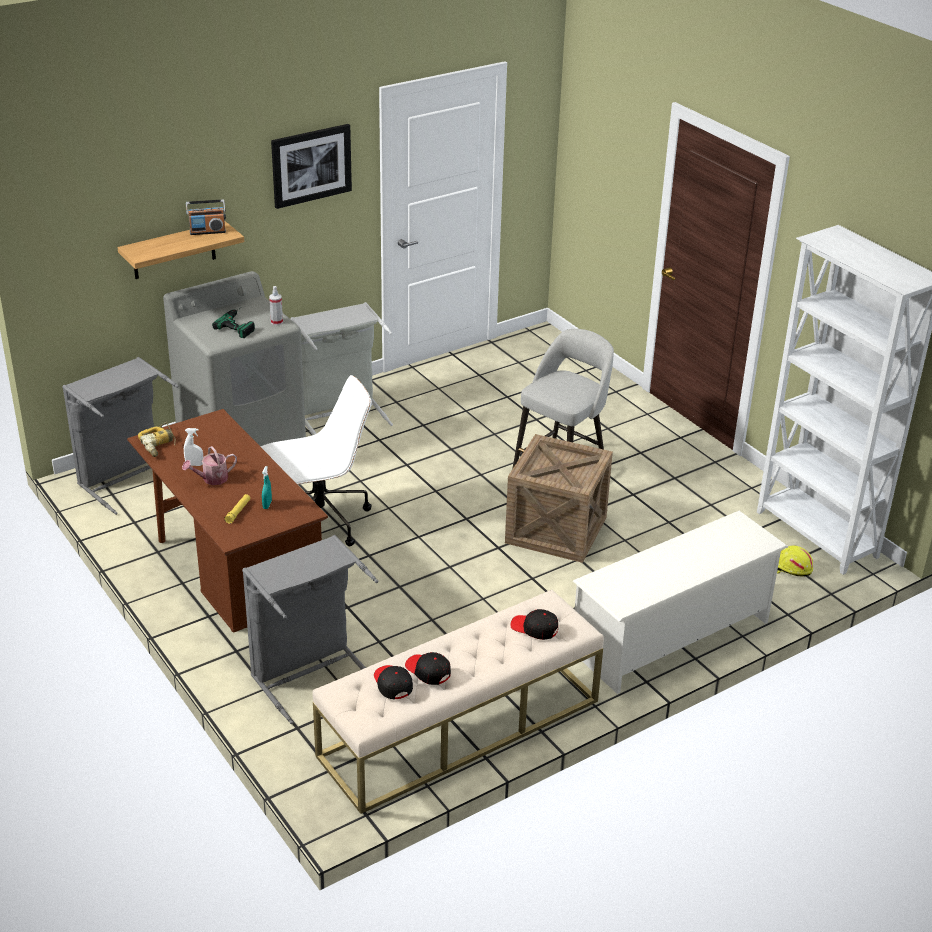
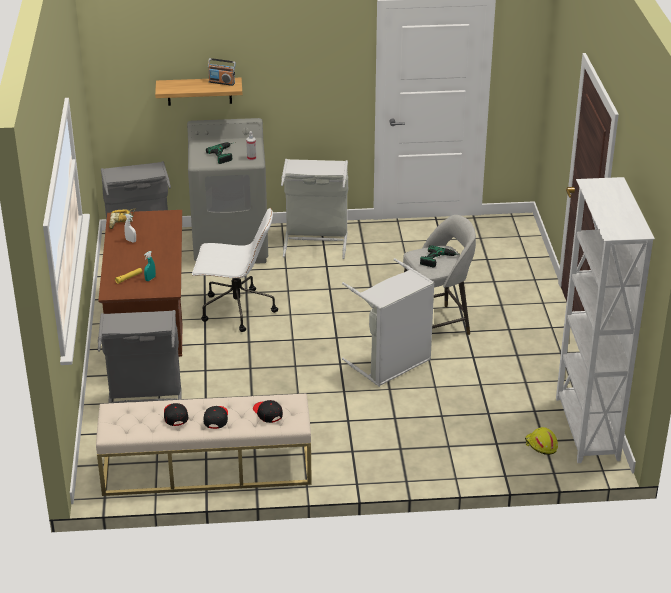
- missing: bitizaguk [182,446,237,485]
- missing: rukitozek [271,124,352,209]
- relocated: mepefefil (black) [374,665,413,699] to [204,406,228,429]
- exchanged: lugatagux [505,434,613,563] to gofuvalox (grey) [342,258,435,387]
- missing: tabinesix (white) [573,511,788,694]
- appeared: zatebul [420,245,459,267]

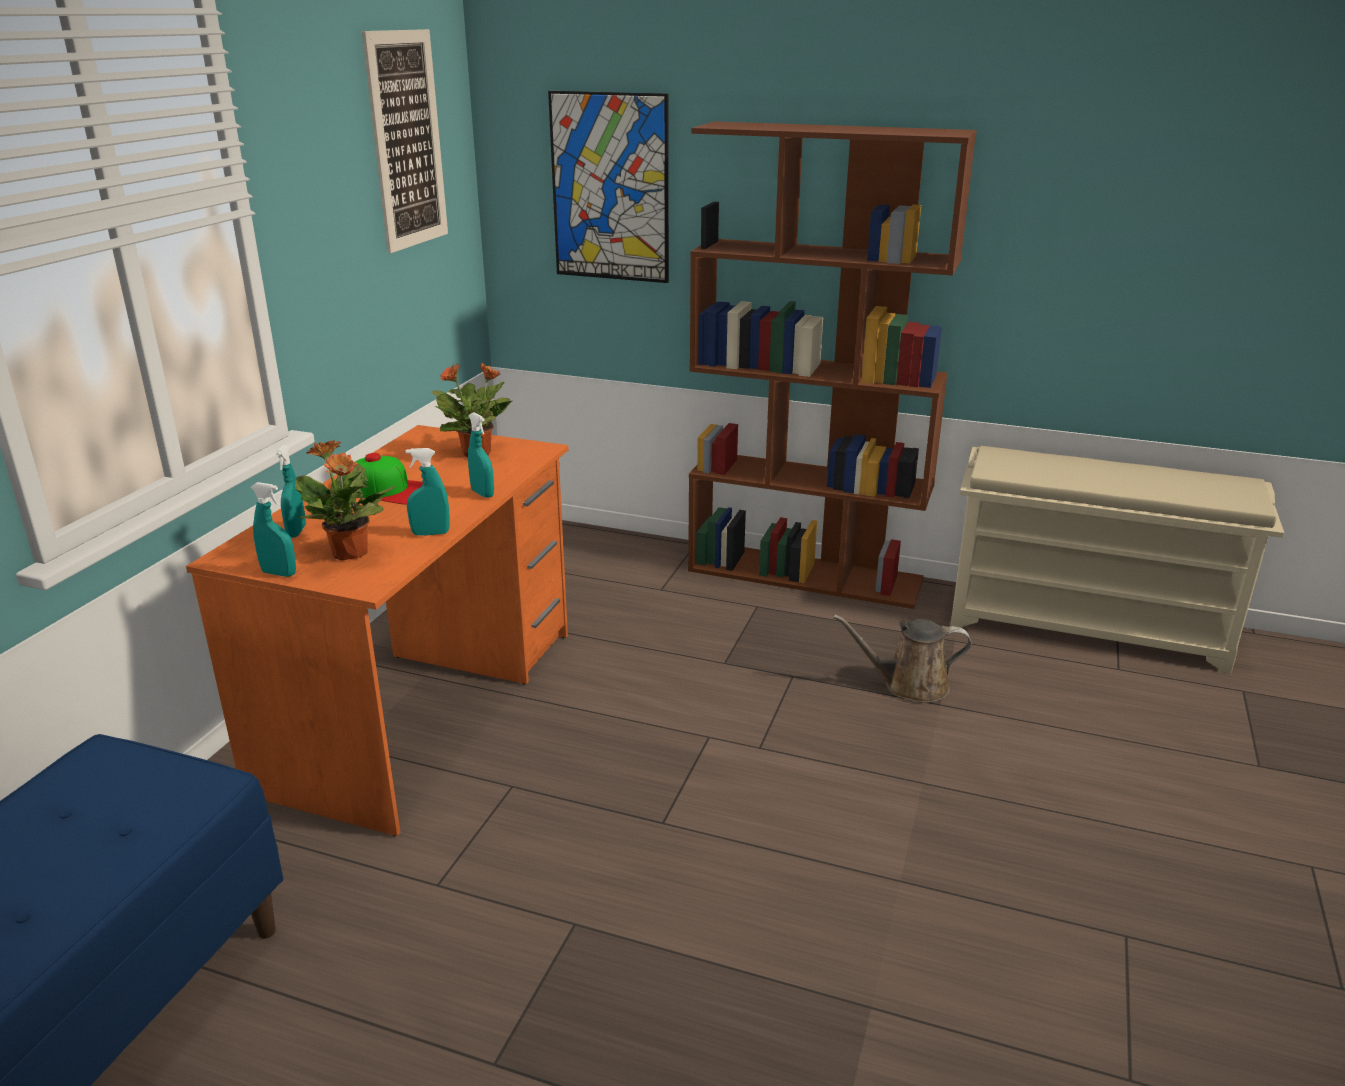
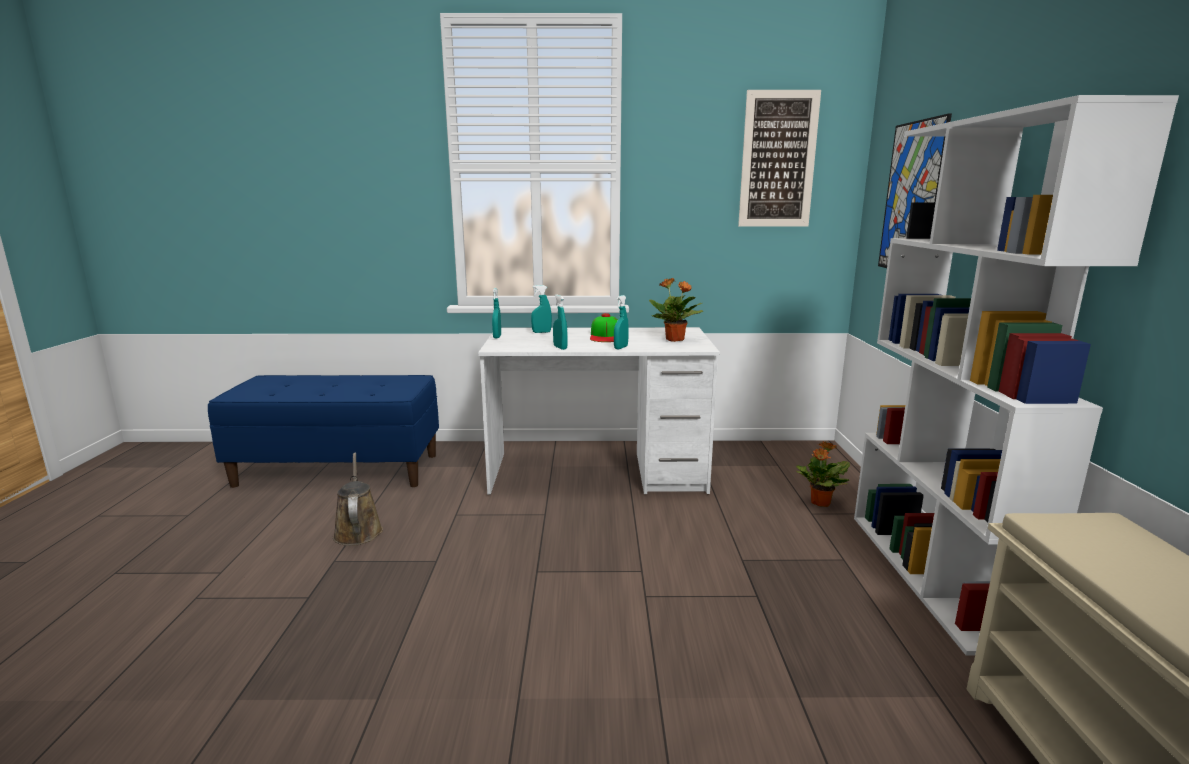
- colour: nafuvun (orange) [186,425,568,836] to nafuvun (white) [478,327,720,495]
- relocated: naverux [295,440,395,561] to [796,441,850,507]
- colour: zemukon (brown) [688,121,977,609] to zemukon (white) [854,95,1179,656]
- relocated: bitizaguk (brown) [833,614,971,703] to [333,453,383,546]

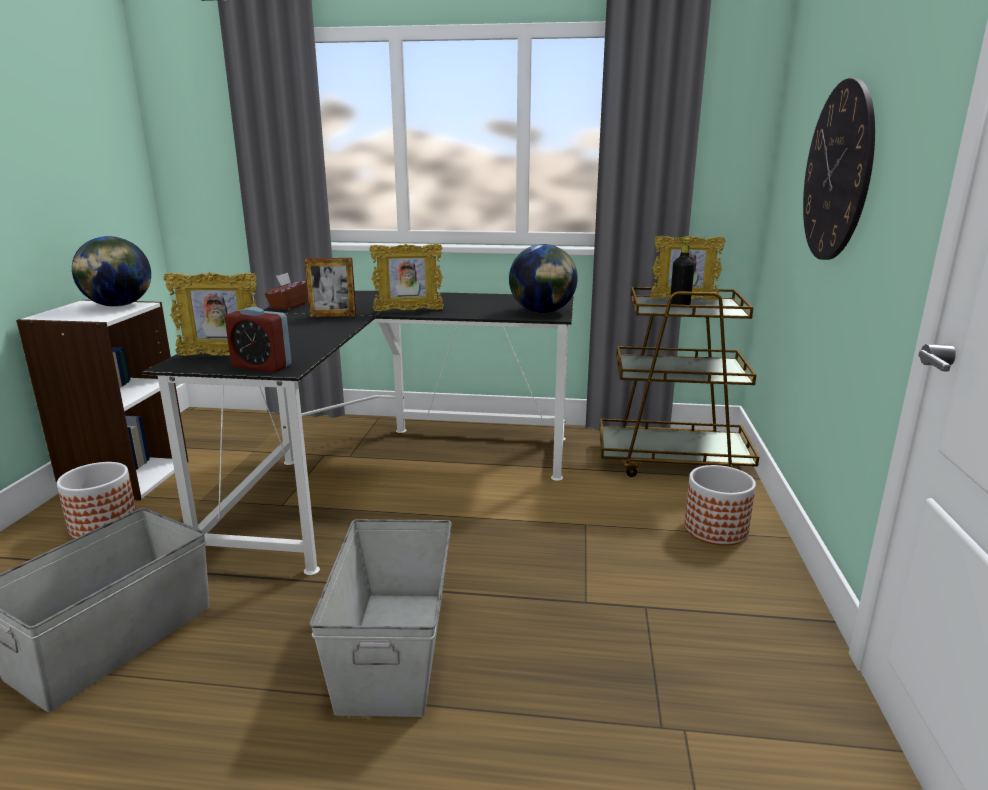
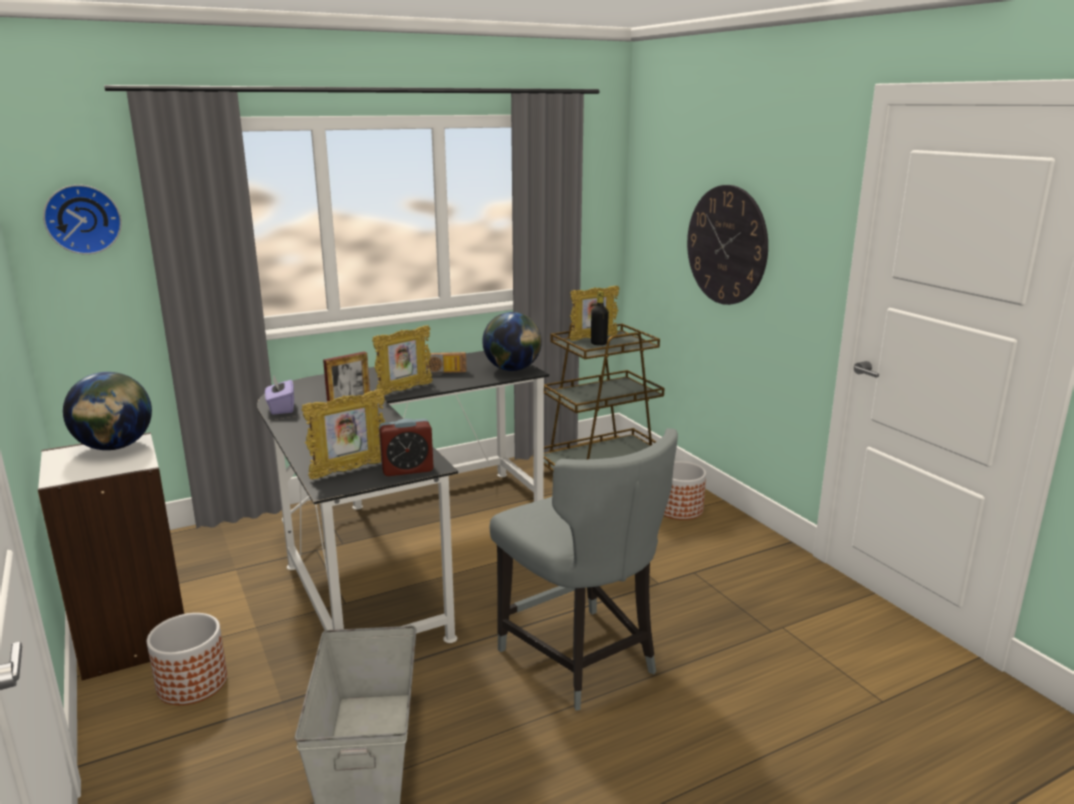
- colour: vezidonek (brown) [265,272,308,310] to vezidonek (purple) [265,376,294,415]
- exchanged: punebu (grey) [310,519,452,717] to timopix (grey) [490,428,678,711]
- appeared: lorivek [43,185,122,255]
- appeared: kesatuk [426,352,467,376]

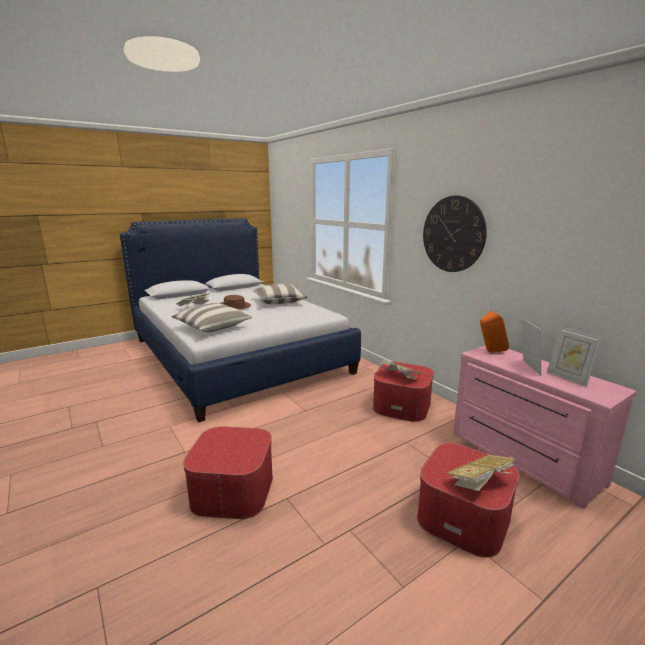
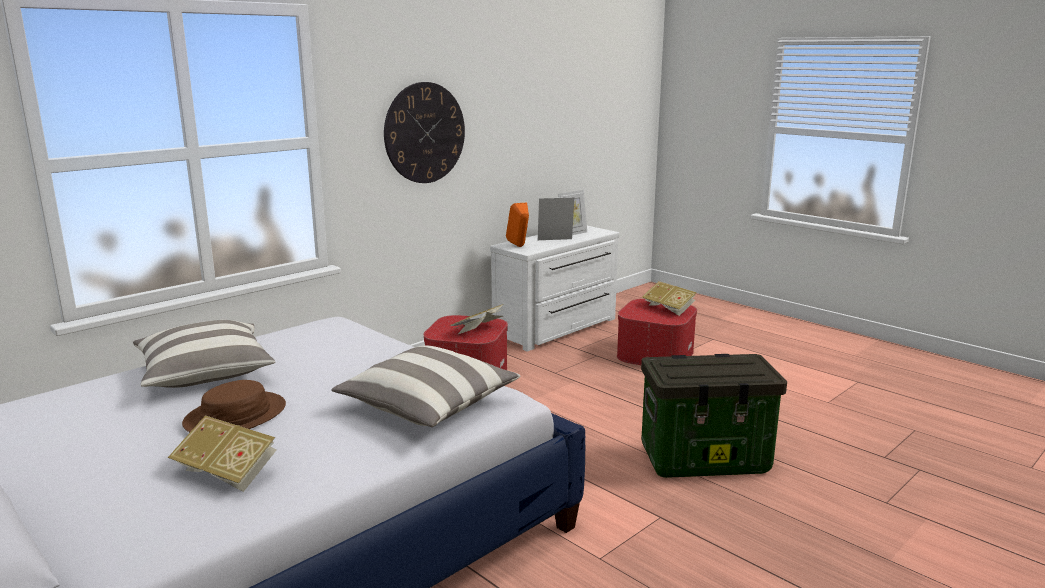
- exchanged: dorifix [183,426,273,519] to punebu [641,354,787,478]
- colour: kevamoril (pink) [453,346,637,509] to kevamoril (white) [490,226,619,351]

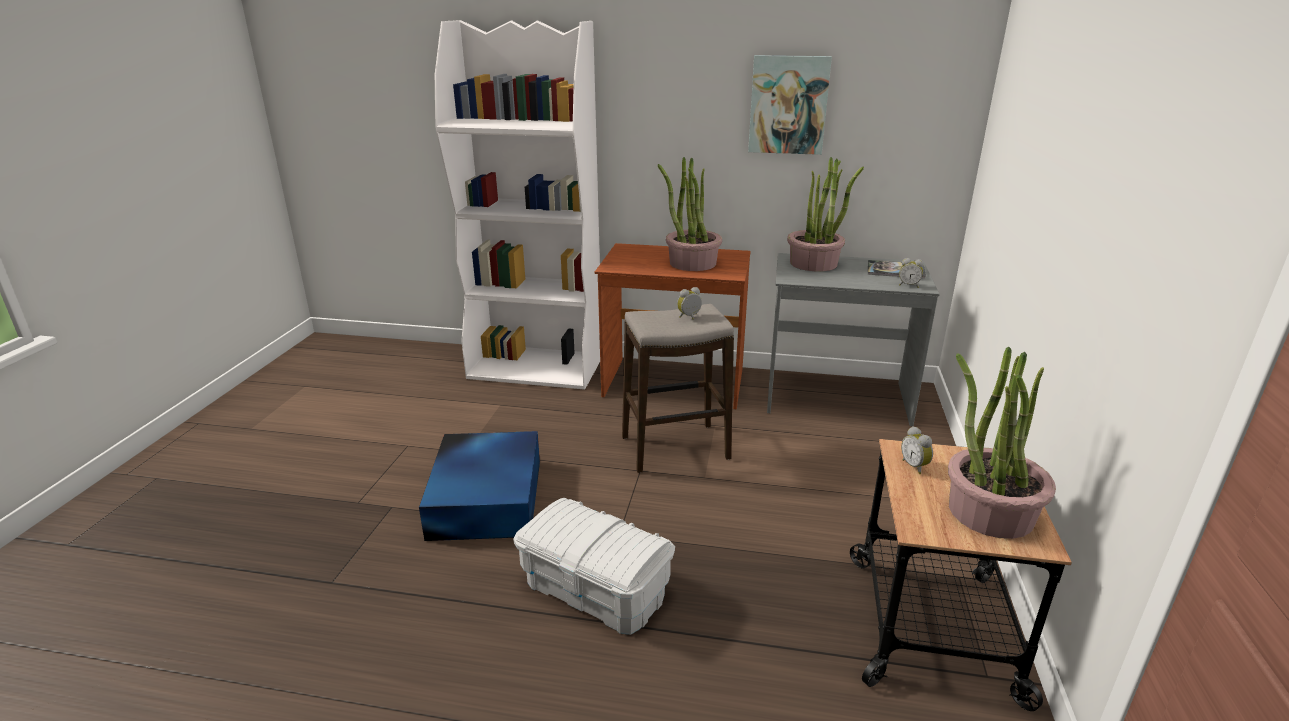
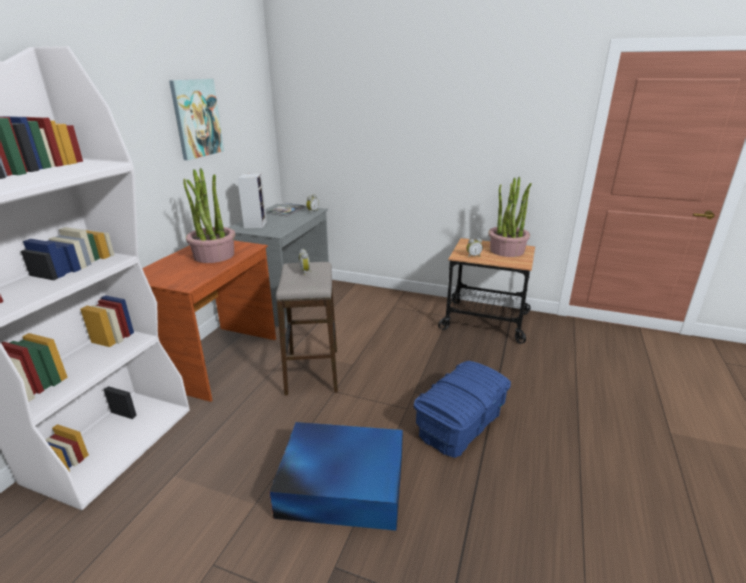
- colour: punebu (white) [513,498,675,635] to punebu (blue) [414,361,511,458]
- exchanged: naverux [787,157,864,271] to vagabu [237,173,267,228]

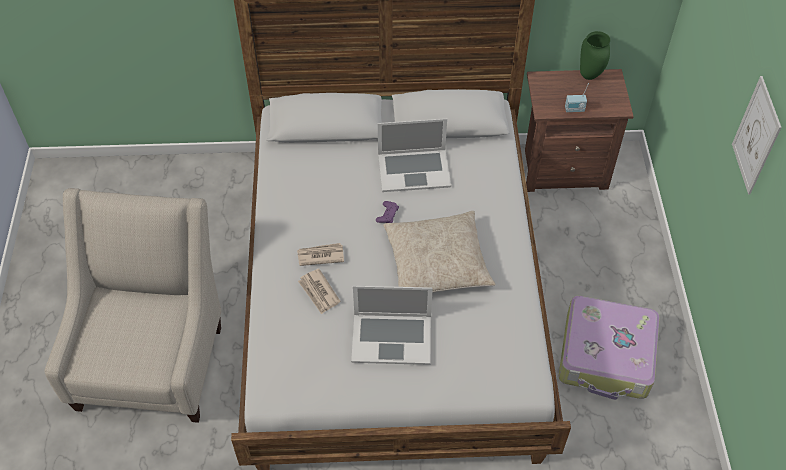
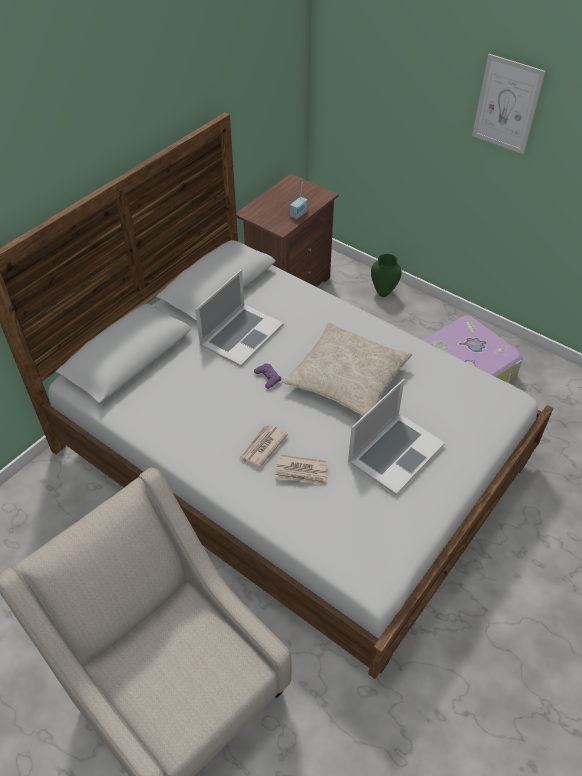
- relocated: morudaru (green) [580,31,610,80] to [371,254,402,297]

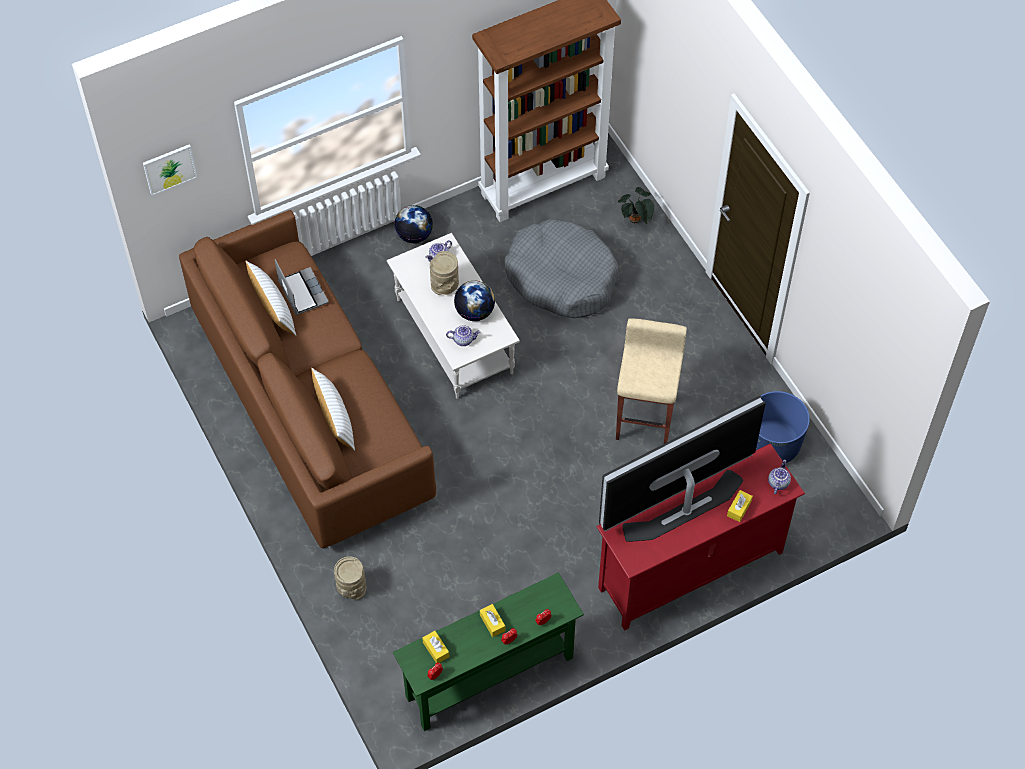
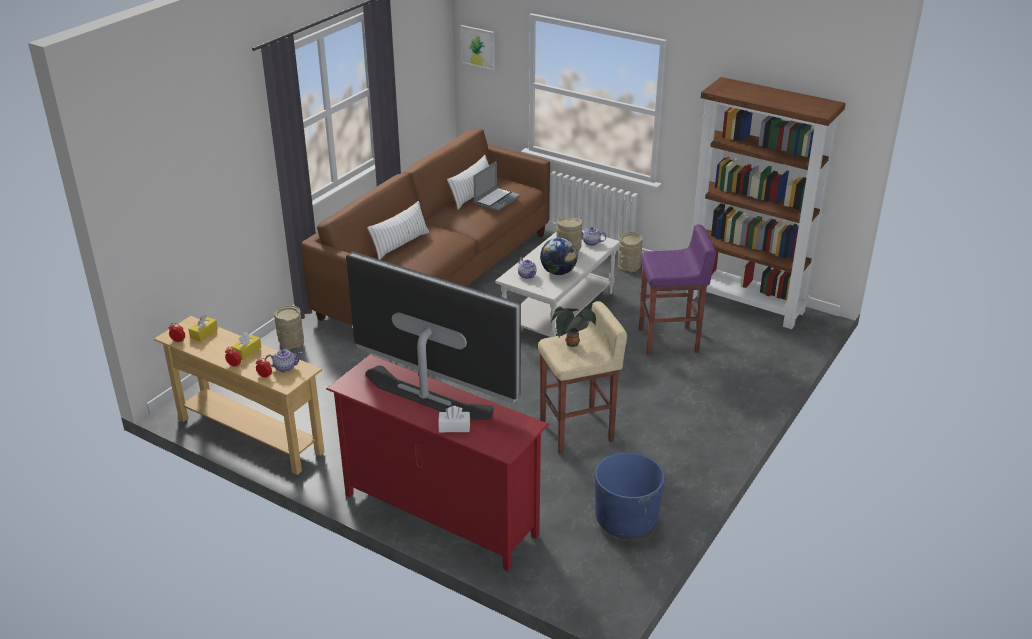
- colour: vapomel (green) [393,572,584,731] to vapomel (beige) [154,316,325,475]
- exchanged: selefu [395,205,433,243] to morudaru (beige) [618,232,643,272]
- exchanged: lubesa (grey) [505,219,618,318] to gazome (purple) [639,224,716,355]
- relocated: naverux [618,187,654,224] to [551,306,596,347]
- colour: vezidonek (yellow) [727,490,753,522] to vezidonek (white) [438,406,470,432]
- relocated: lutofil [768,460,791,494] to [265,349,302,372]

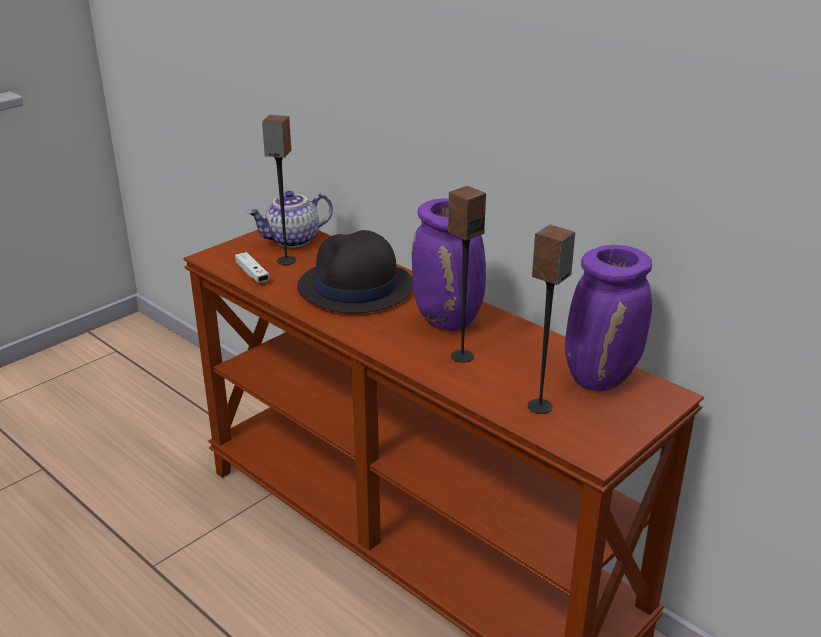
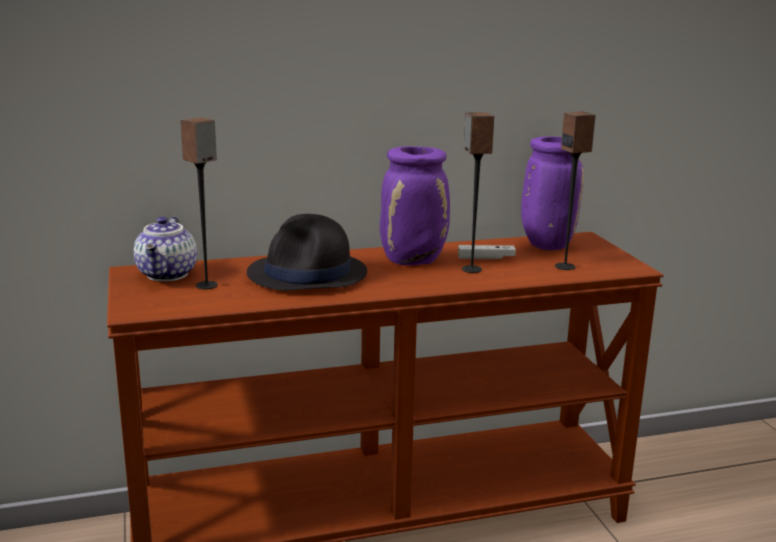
- relocated: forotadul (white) [235,252,270,283] to [458,245,516,259]

